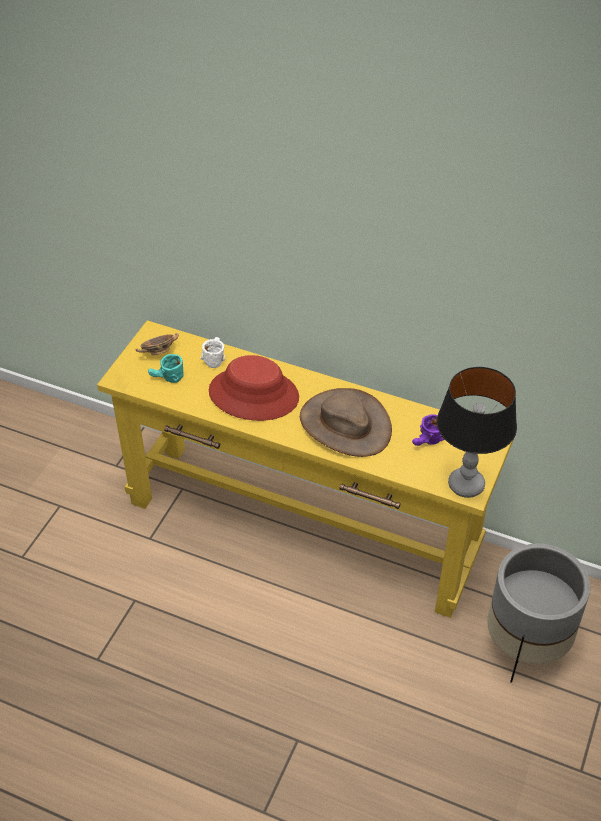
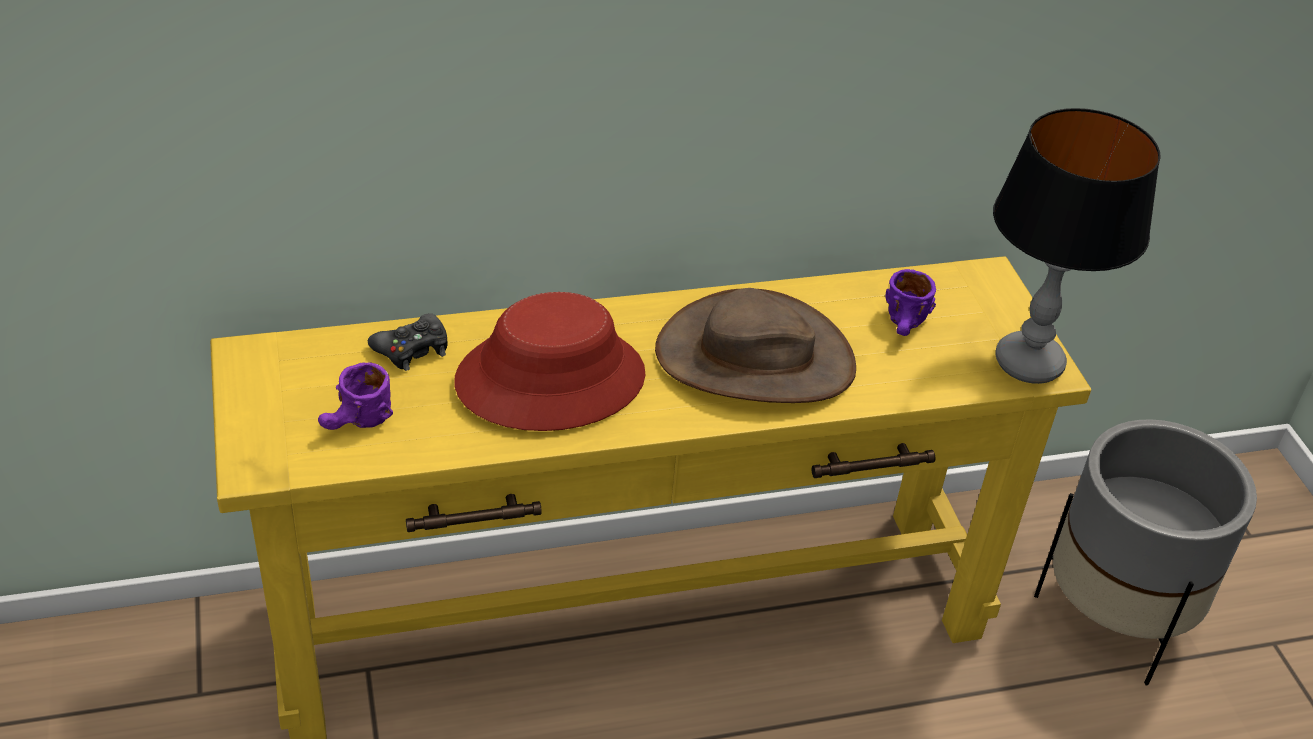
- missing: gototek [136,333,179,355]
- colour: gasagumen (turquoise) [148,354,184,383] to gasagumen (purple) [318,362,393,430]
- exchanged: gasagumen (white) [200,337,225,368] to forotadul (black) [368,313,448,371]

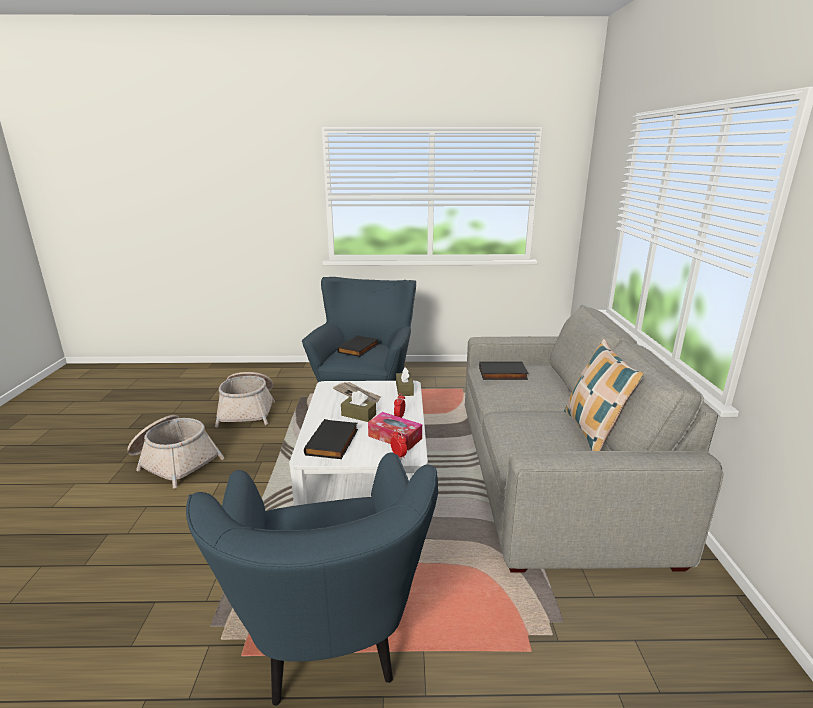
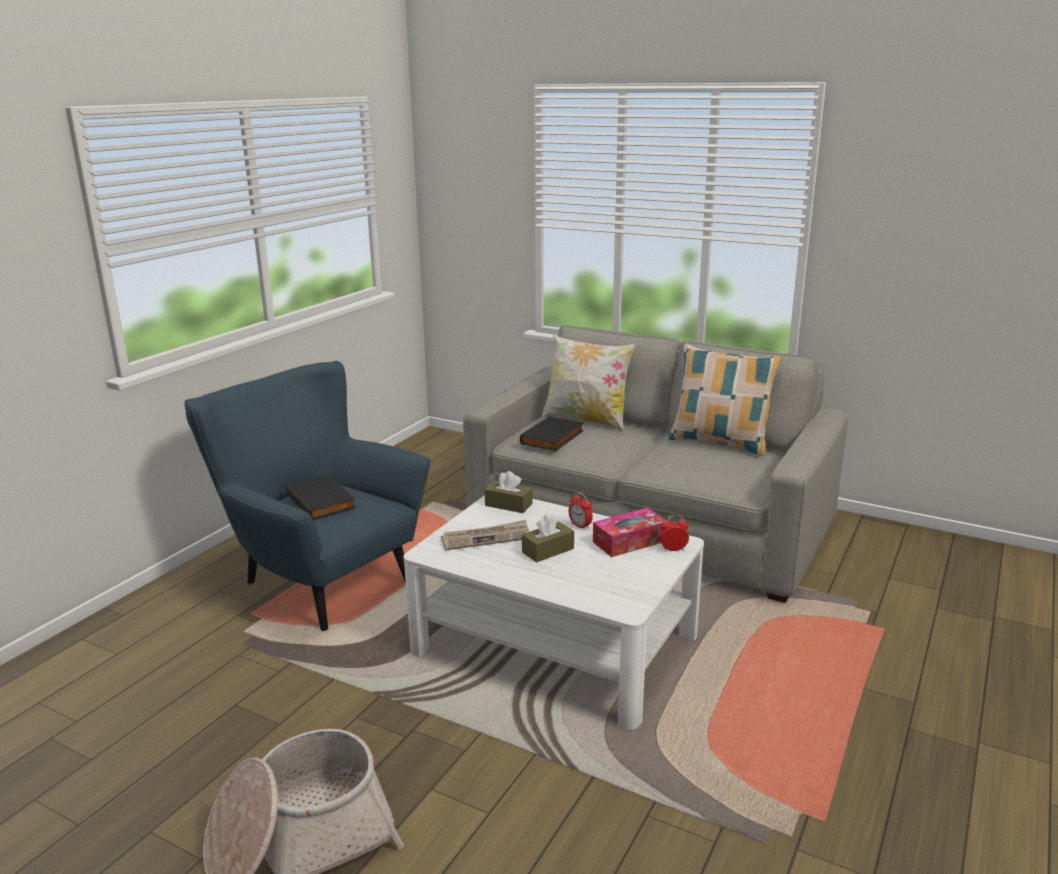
- missing: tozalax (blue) [186,452,438,706]
- missing: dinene [215,372,275,428]
- missing: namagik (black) [304,419,358,459]
- appeared: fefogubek [541,335,636,432]

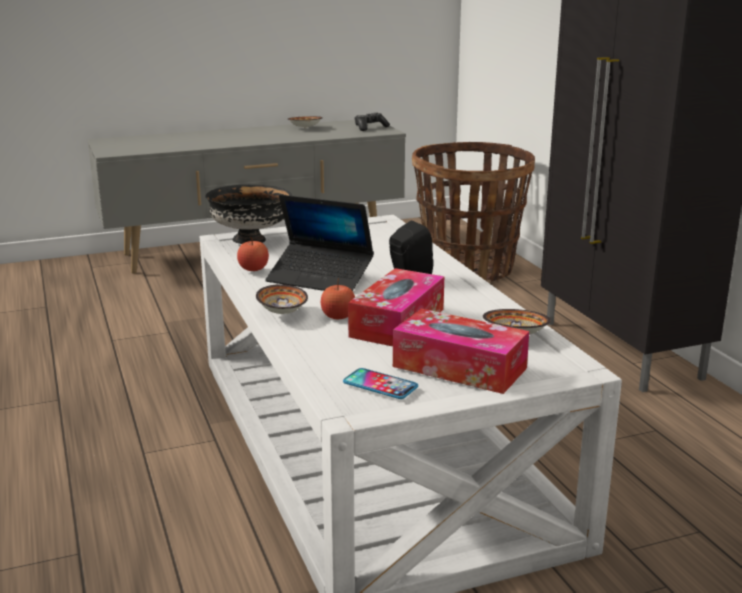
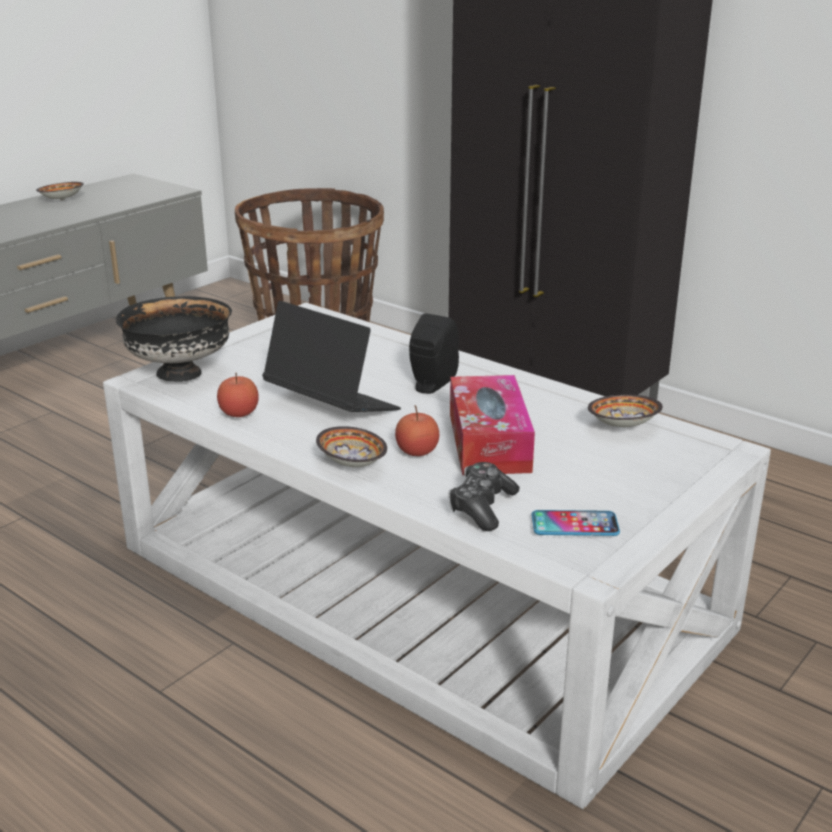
- spun: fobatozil [265,194,374,291] = [262,301,401,412] 135 degrees counterclockwise
- relocated: forotadul [355,112,390,131] to [448,462,519,531]
- missing: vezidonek [393,309,529,394]

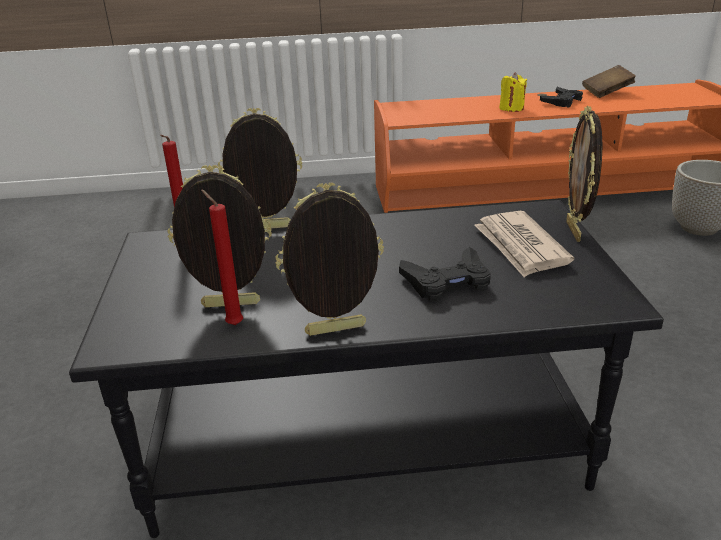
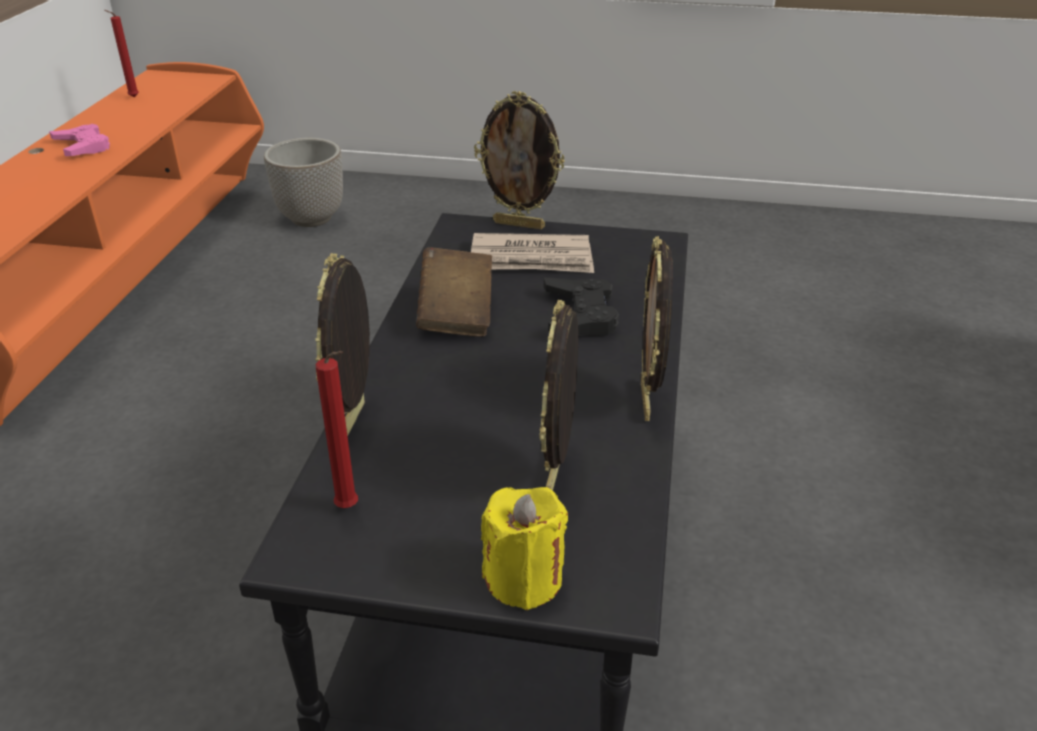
- relocated: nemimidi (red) [201,189,243,325] to [104,10,139,97]
- relocated: nemimidi (yellow) [499,72,527,112] to [481,487,568,610]
- colour: forotadul (black) [540,87,583,108] to forotadul (pink) [49,124,110,156]
- relocated: namagik (brown) [582,65,636,98] to [416,247,492,337]

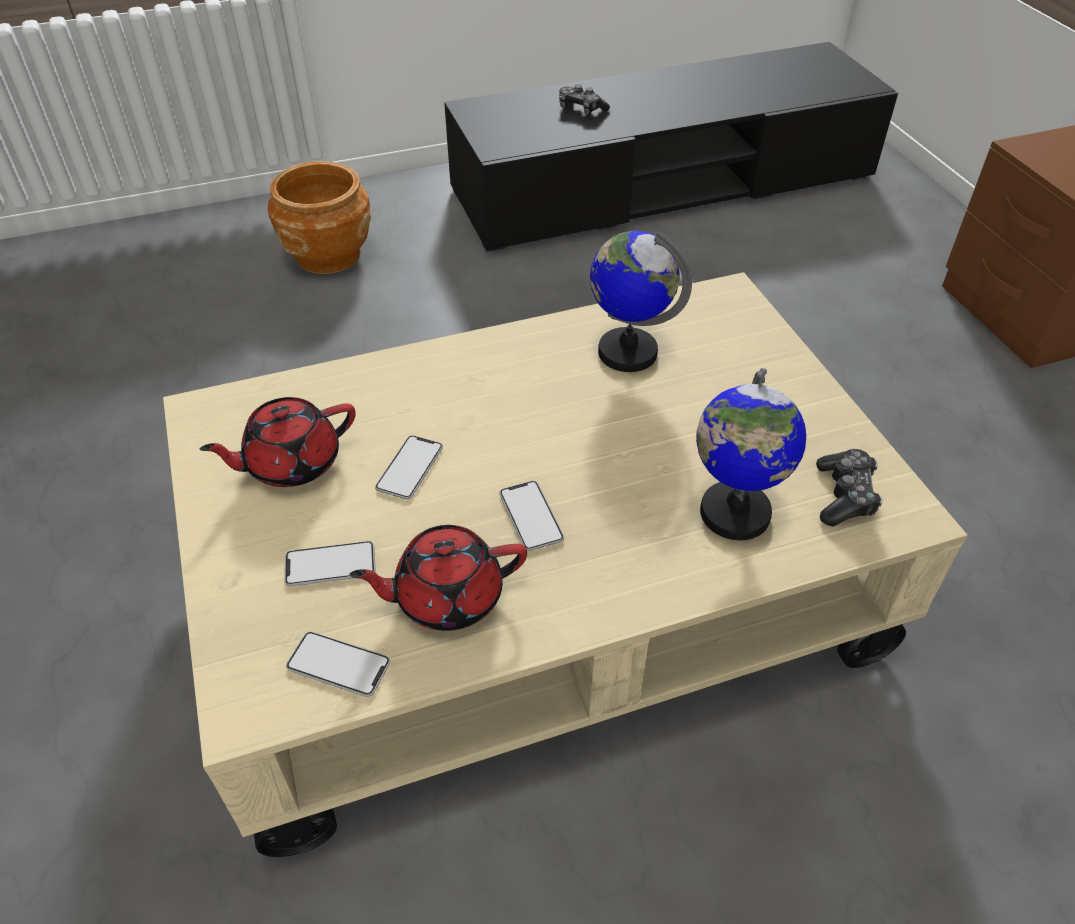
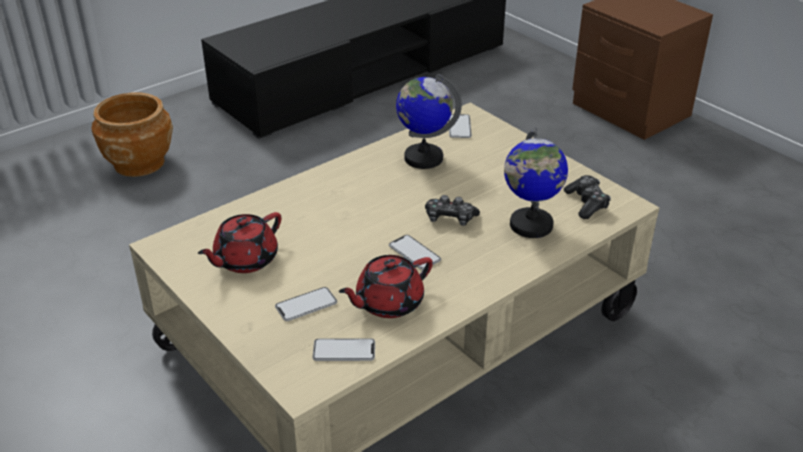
- relocated: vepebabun [375,435,443,499] to [448,114,472,138]
- relocated: forotadul [559,84,610,115] to [425,195,480,226]

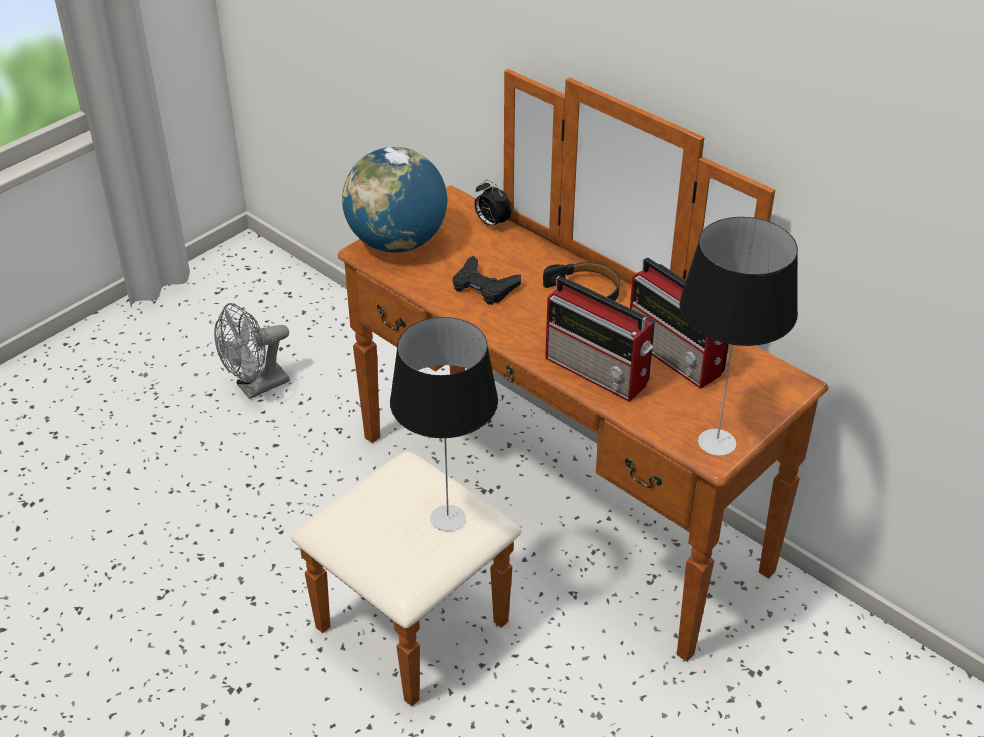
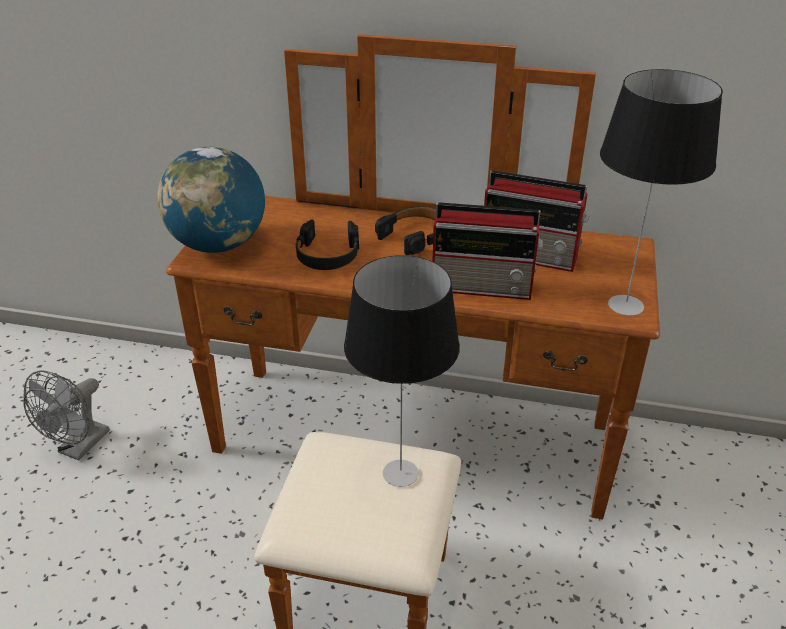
- exchanged: forotadul (black) [453,256,521,305] to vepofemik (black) [295,220,359,270]
- missing: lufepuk [474,180,511,230]

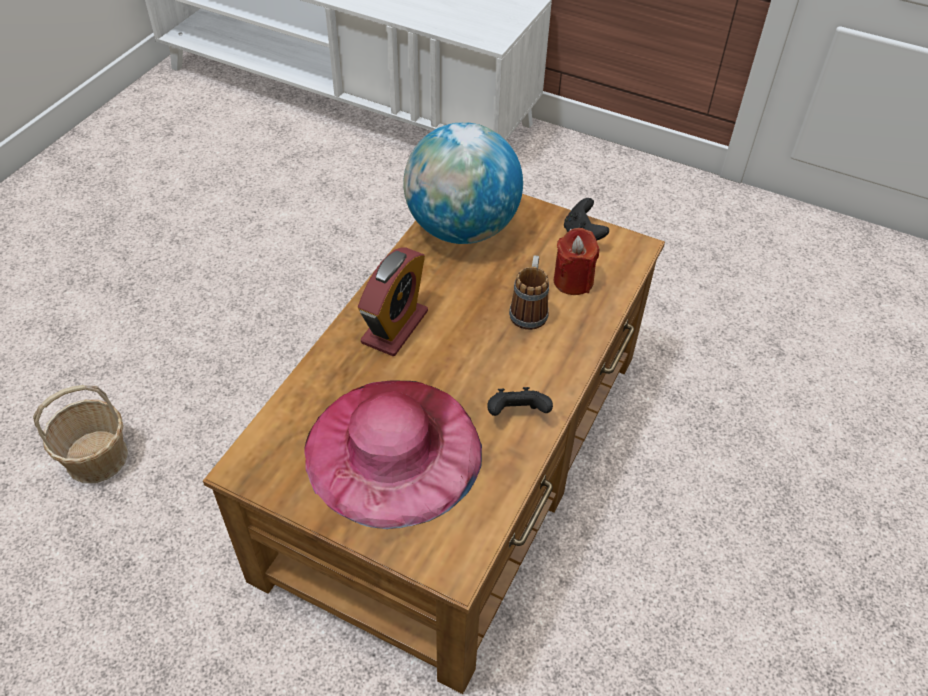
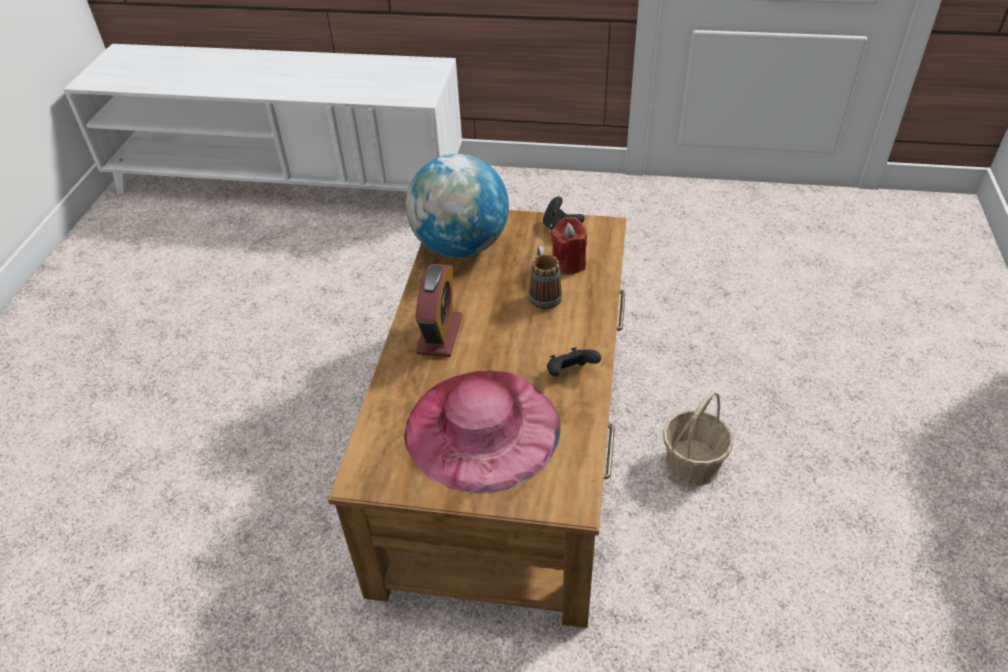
- relocated: dinene [33,385,128,483] to [663,391,733,486]

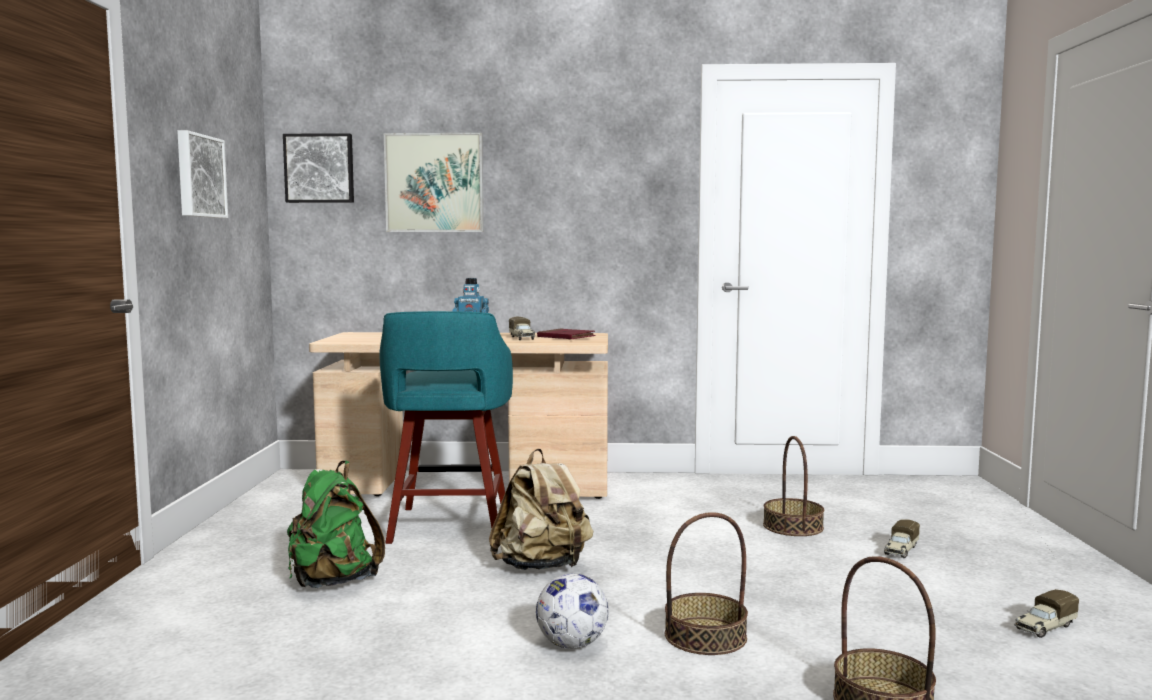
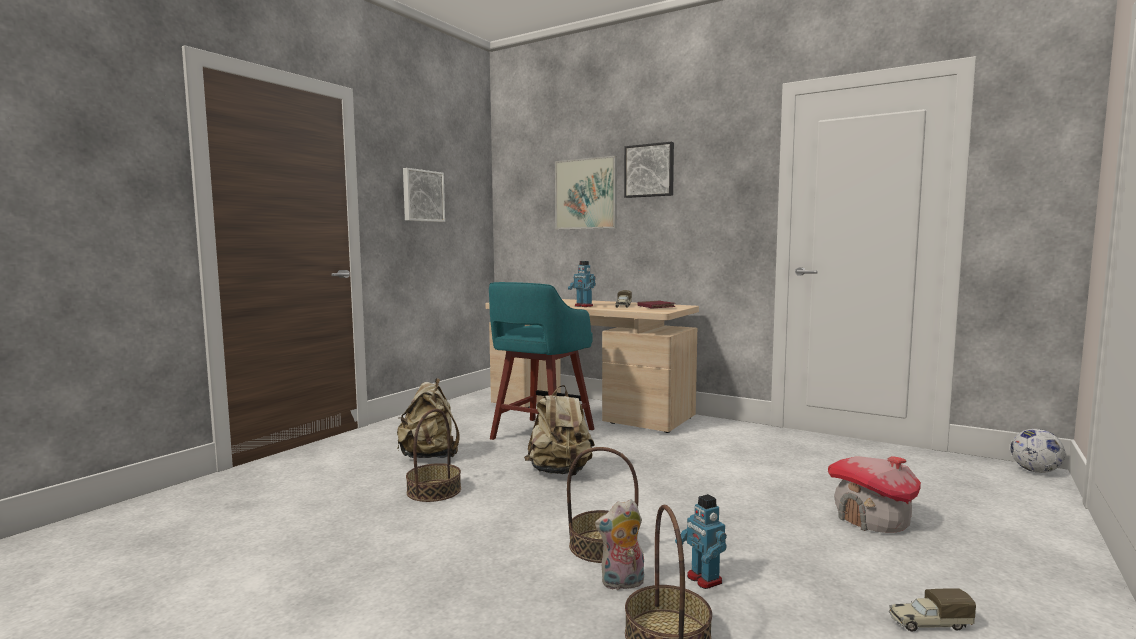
- relocated: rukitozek [283,133,354,203] to [624,142,674,198]
- colour: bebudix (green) [287,461,385,588] to bebudix (beige) [397,378,459,458]
- relocated: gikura [536,574,609,649] to [1010,429,1065,473]
- relocated: dinene [763,436,824,536] to [406,409,461,502]
- exchanged: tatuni [884,519,920,558] to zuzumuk [828,456,921,533]
- appeared: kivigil [595,499,644,590]
- appeared: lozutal [675,494,727,589]

